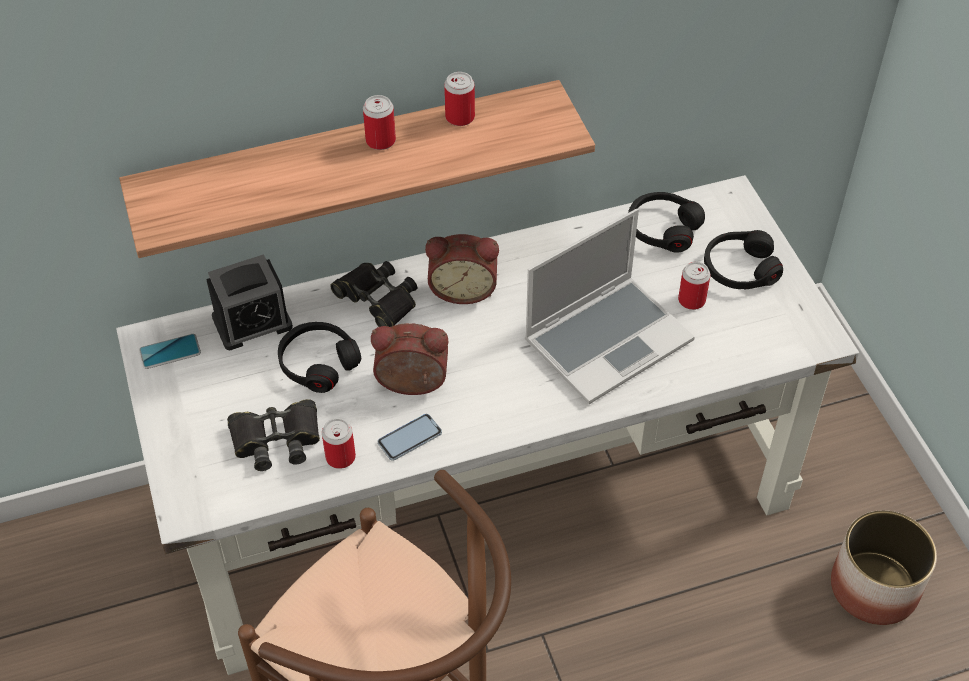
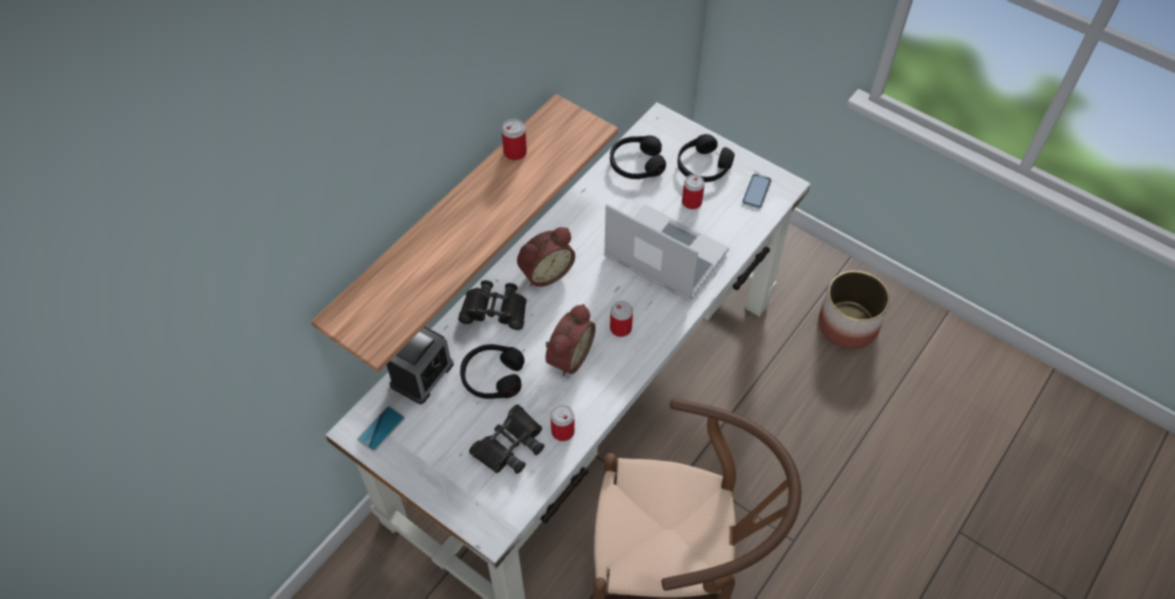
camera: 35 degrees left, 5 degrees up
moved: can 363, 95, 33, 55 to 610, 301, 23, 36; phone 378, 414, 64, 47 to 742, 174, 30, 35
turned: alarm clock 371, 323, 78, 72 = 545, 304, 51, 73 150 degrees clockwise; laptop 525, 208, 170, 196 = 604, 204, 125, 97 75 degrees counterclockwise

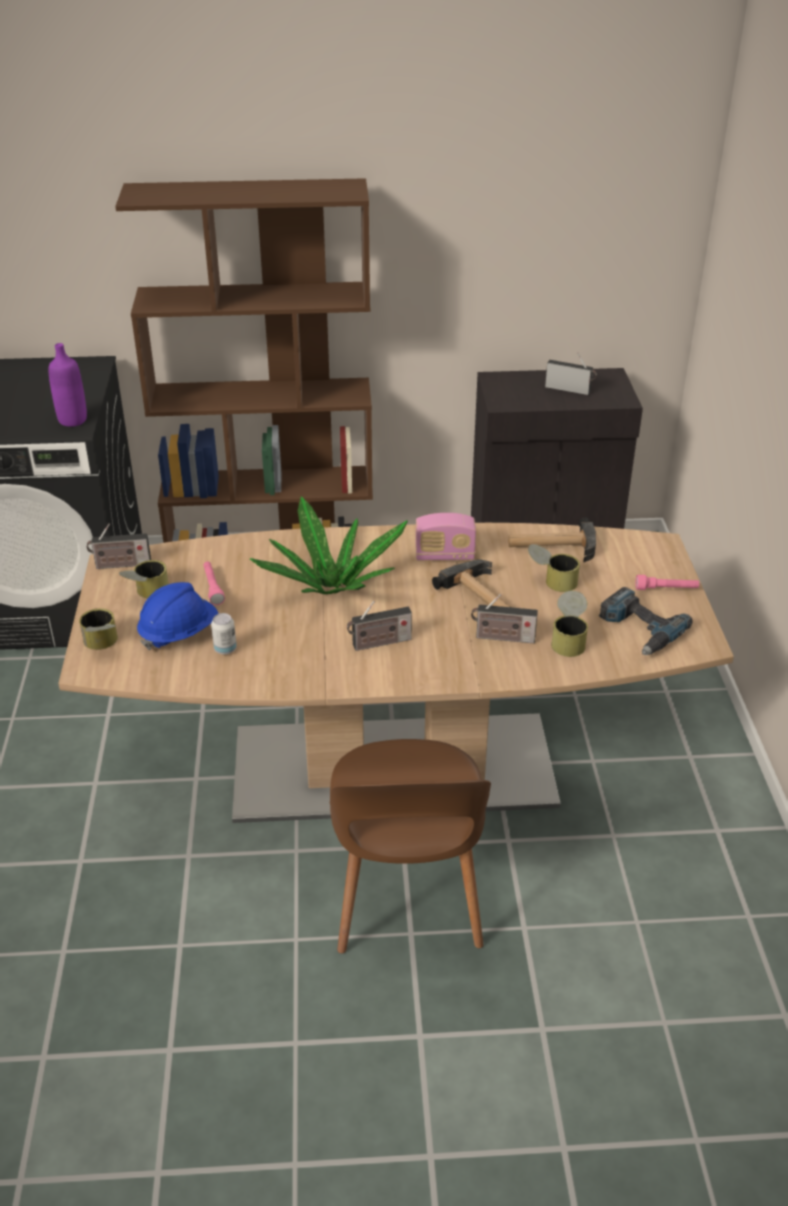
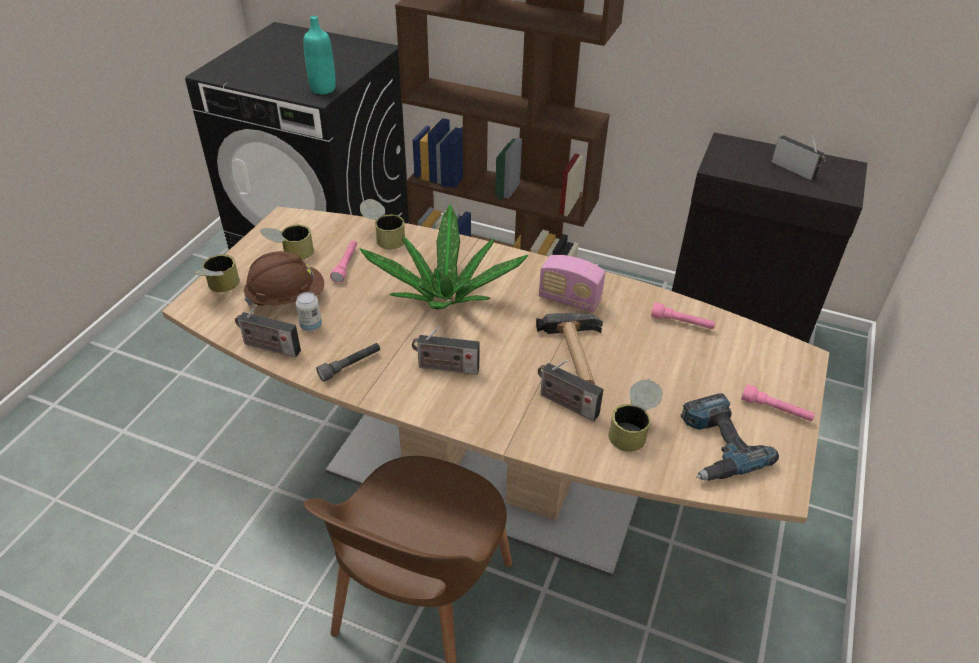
camera: 25 degrees right, 5 degrees up
added: flashlight/grey 316, 343, 64, 39
moved: radio 87, 524, 64, 45 to 235, 305, 66, 52; can 528, 544, 52, 48 to 360, 199, 45, 50
replaced: hammer 508, 517, 88, 45 to flashlight/pink 651, 302, 64, 27
recoloured: bottle/purple 48, 343, 39, 84 to bottle/turquoise 303, 16, 33, 78; hard hat/blue 137, 582, 81, 68 to hard hat/brown 244, 251, 80, 55

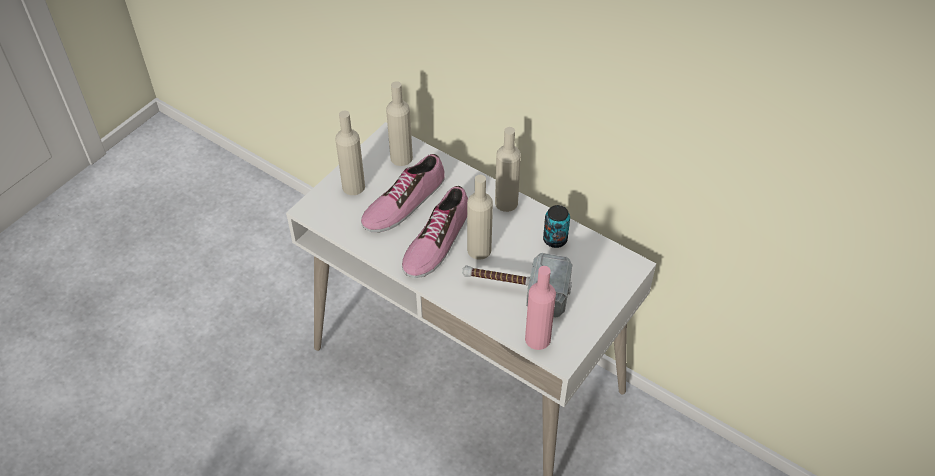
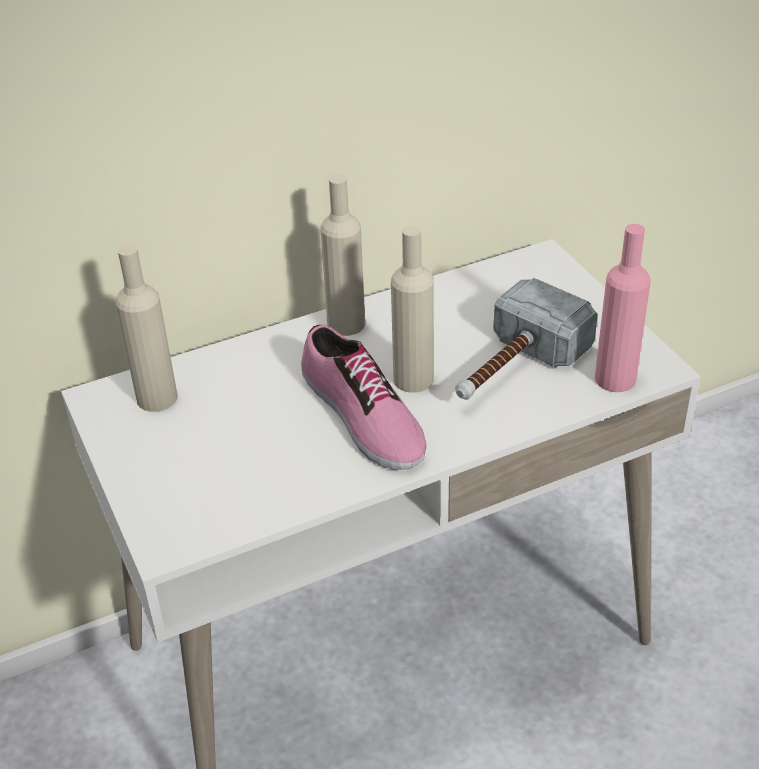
camera: 60 degrees left, 10 degrees down
removed: bottle/beige 335, 111, 30, 84; shoe 361, 154, 84, 78; can 543, 205, 27, 43

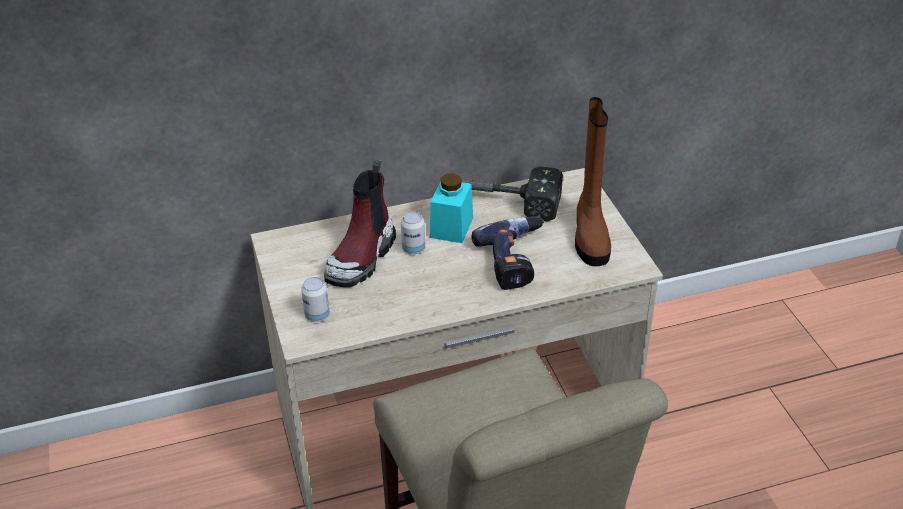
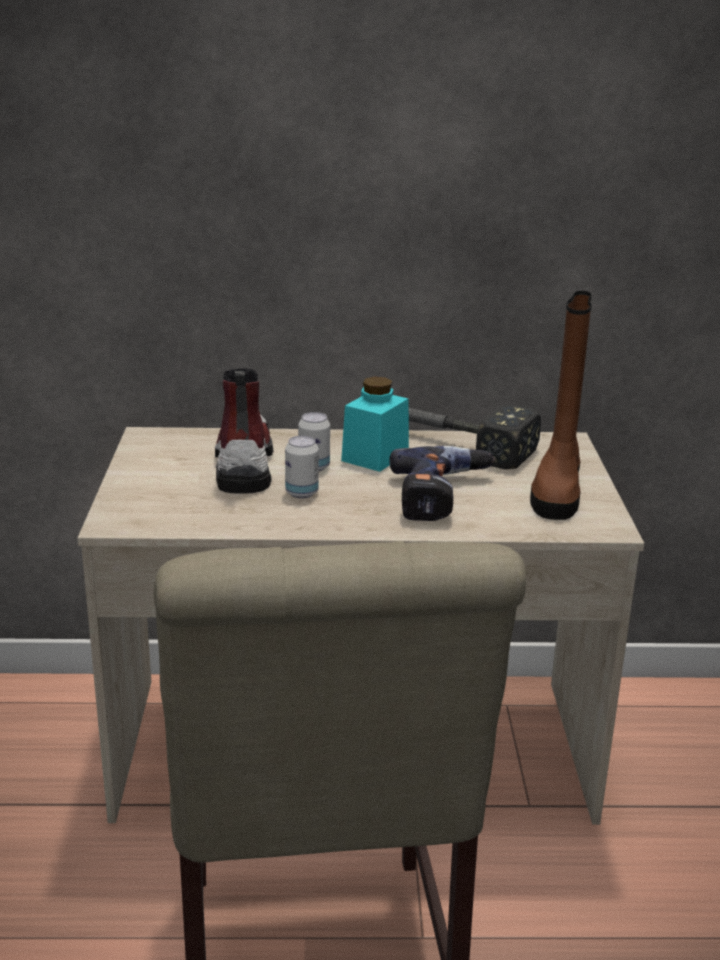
camera: 15 degrees right, 15 degrees down
moved: can 301, 277, 29, 45 to 285, 436, 34, 63
turned: boot 324, 159, 72, 128 = 215, 369, 59, 125 135 degrees clockwise

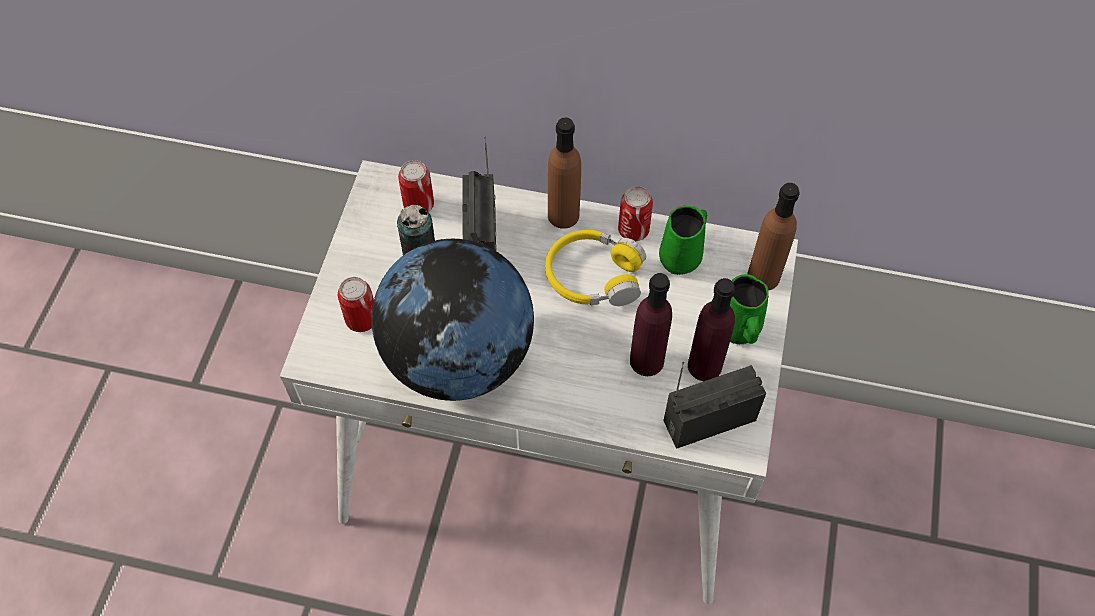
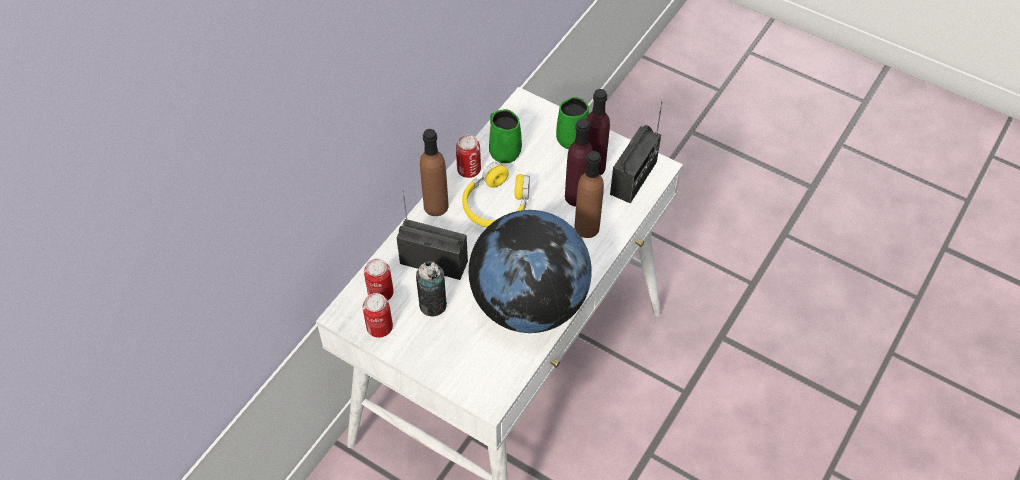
camera: 70 degrees left, 5 degrees down
moved: can 338, 277, 36, 55 to 363, 293, 30, 45; bottle/brown 747, 183, 53, 107 to 574, 151, 30, 87
turned: radio 663, 362, 103, 87 = 610, 102, 52, 101 150 degrees counterclockwise

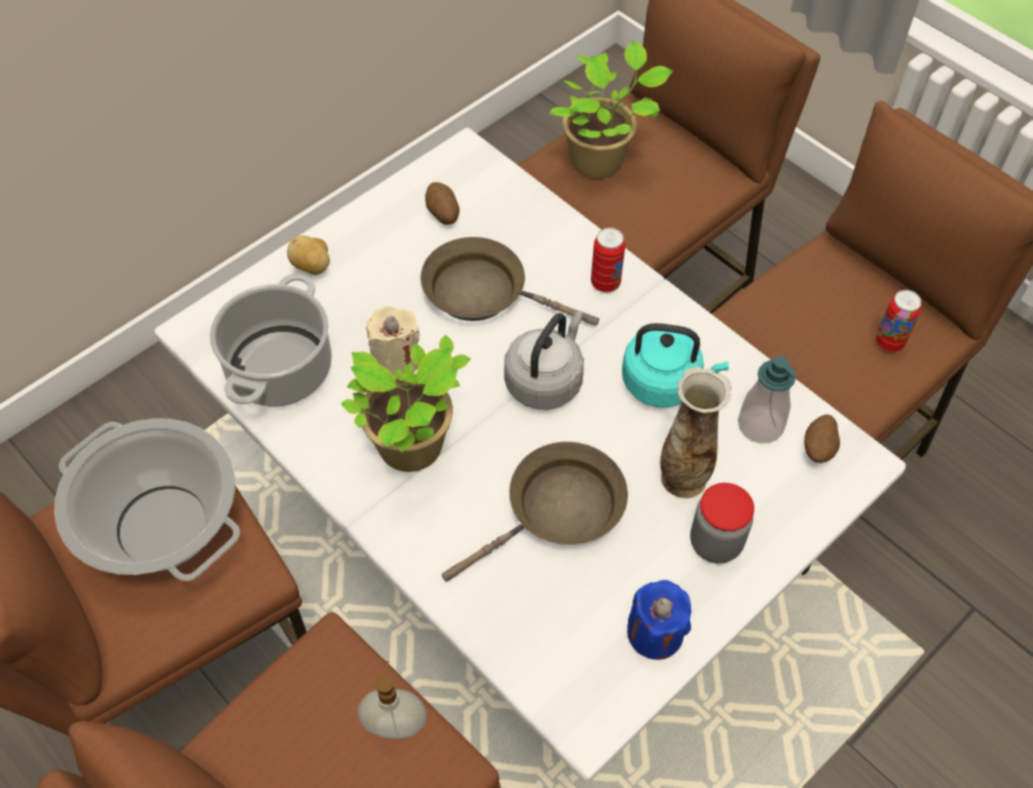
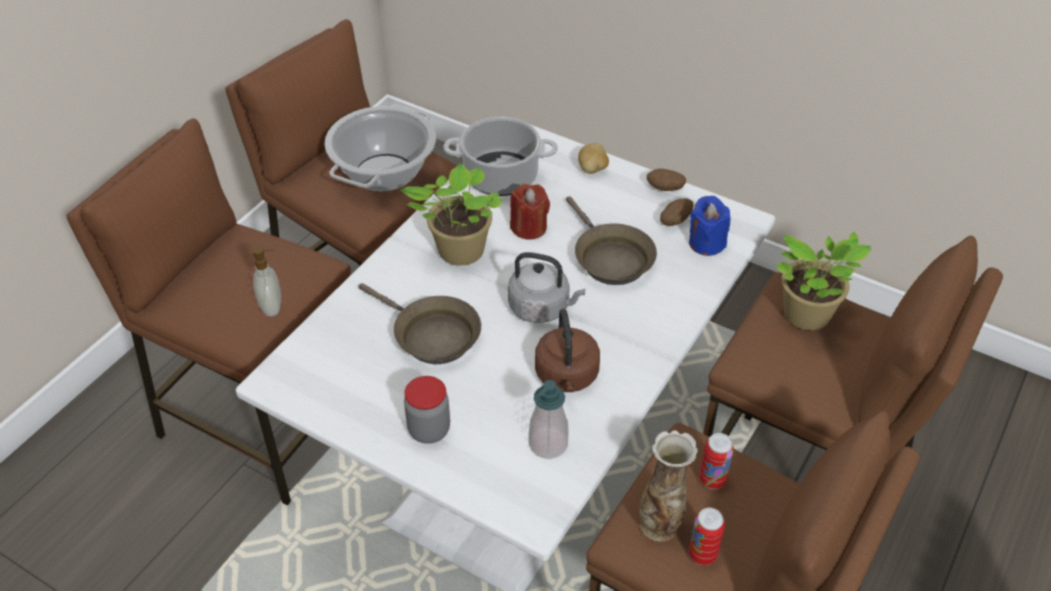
camera: 75 degrees right, 10 degrees down
moved: can 591, 227, 34, 65 to 699, 433, 35, 56; candle/blue 627, 580, 64, 80 to 689, 196, 42, 60; vase 660, 367, 71, 131 to 639, 430, 59, 112; potato 804, 414, 36, 49 to 647, 169, 39, 22
recoloured: candle/beige 366, 306, 54, 69 to candle/red 510, 184, 40, 55; kettle/turquoise 622, 323, 107, 84 to kettle/brown 535, 309, 65, 83
turned: frying pan/brown 420, 237, 179, 89 = 566, 196, 91, 89 150 degrees clockwise

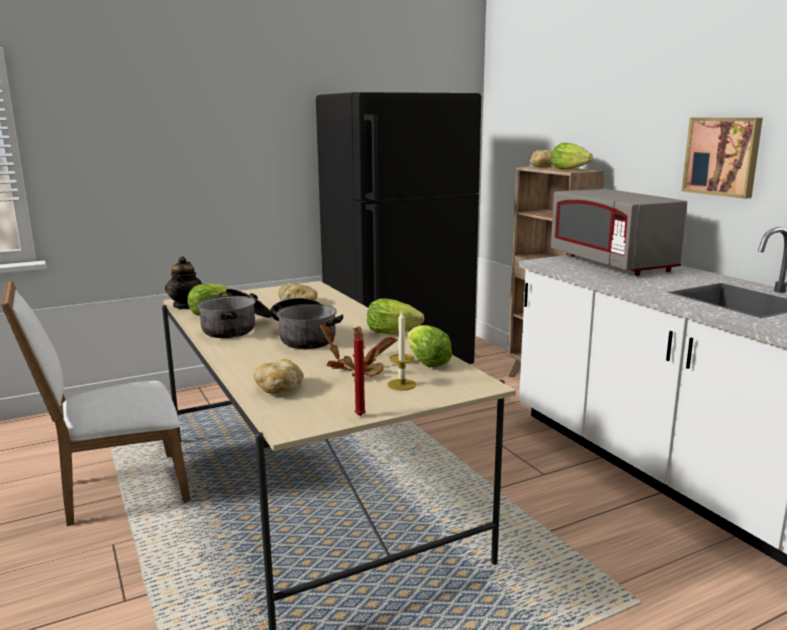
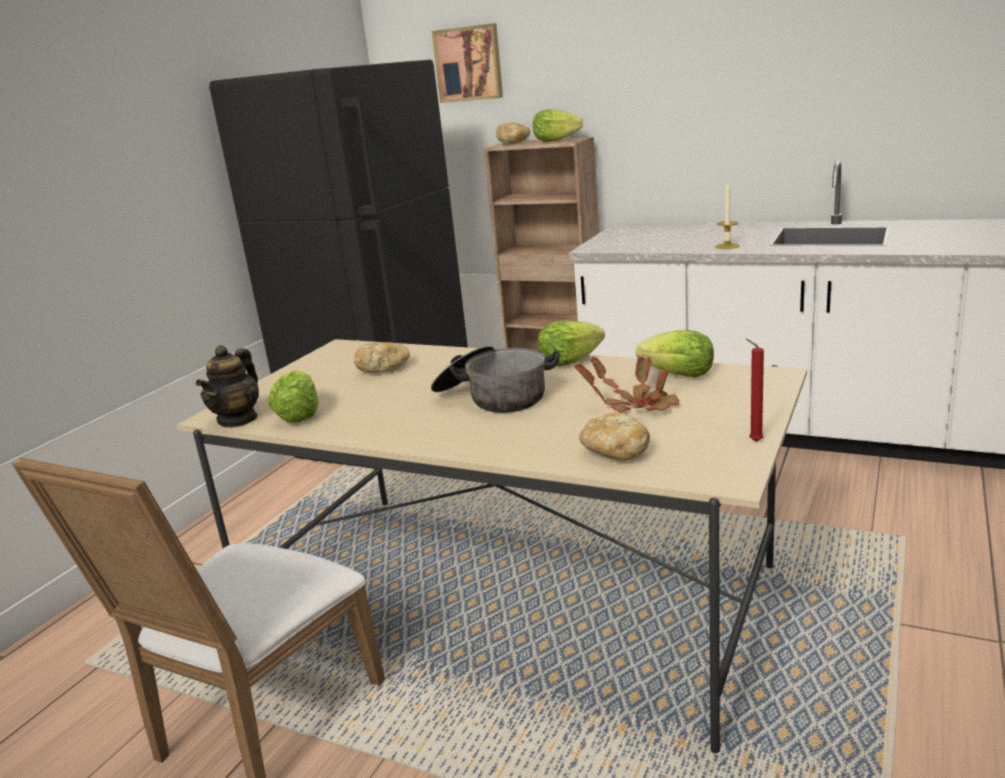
camera: 35 degrees left, 5 degrees up
removed: cooking pot 197, 288, 75, 50; microwave/grey 551, 189, 136, 87
moved: candle 387, 310, 29, 80 to 715, 182, 25, 67; picture 682, 118, 81, 81 to 432, 23, 71, 80
turned: teapot 165, 256, 38, 53 = 196, 345, 63, 82 60 degrees clockwise

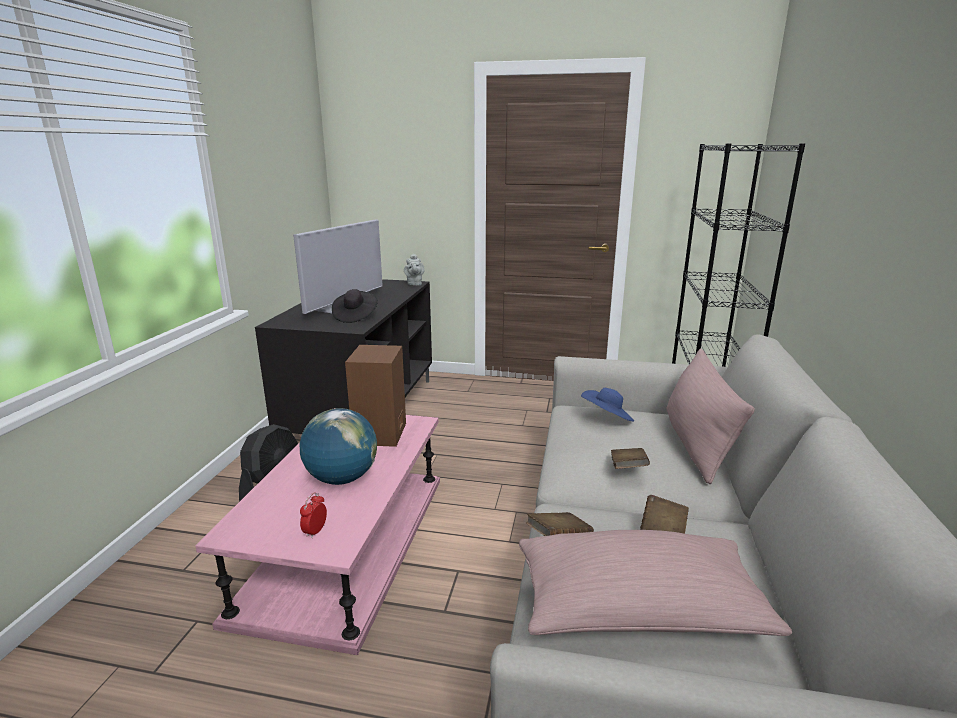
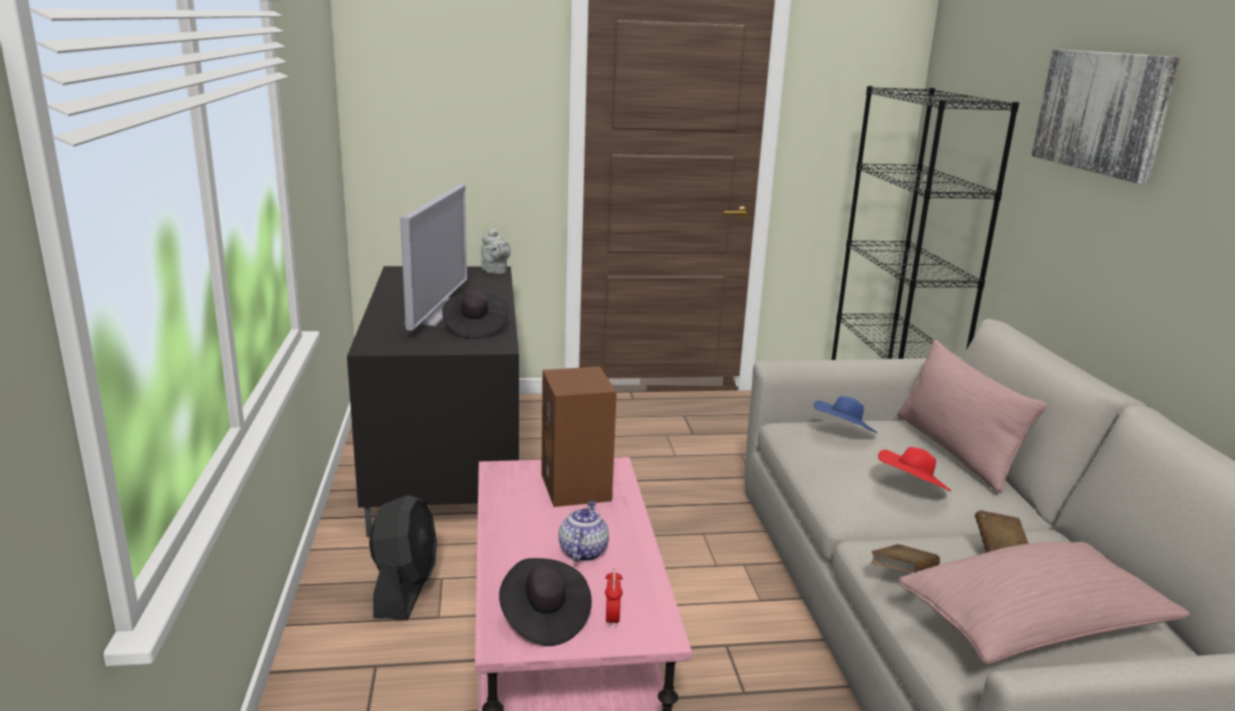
camera: 20 degrees left, 0 degrees up
added: hat/black 499, 558, 93, 88; picture 1032, 49, 148, 135
replaced: globe 300, 408, 77, 77 to teapot 558, 500, 51, 61; book/brown 611, 448, 39, 21 to hat/red 878, 447, 74, 44

